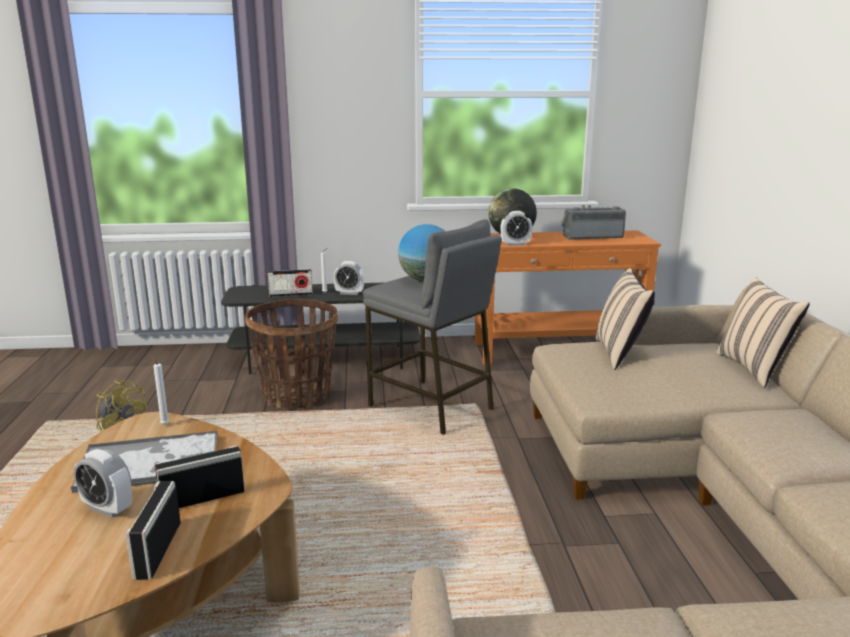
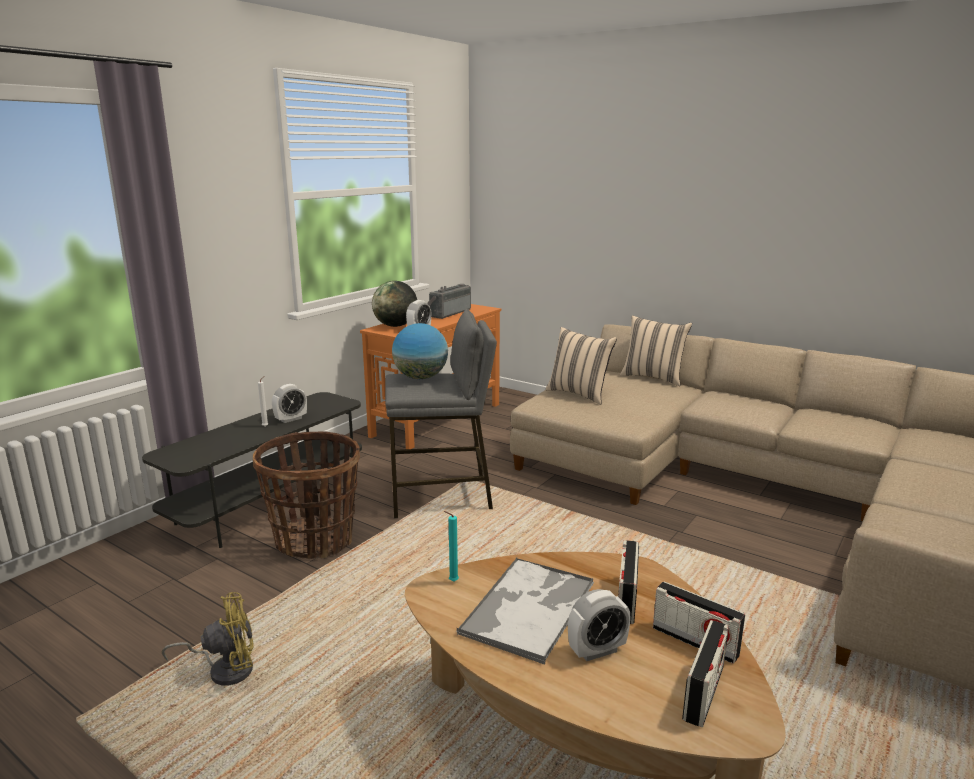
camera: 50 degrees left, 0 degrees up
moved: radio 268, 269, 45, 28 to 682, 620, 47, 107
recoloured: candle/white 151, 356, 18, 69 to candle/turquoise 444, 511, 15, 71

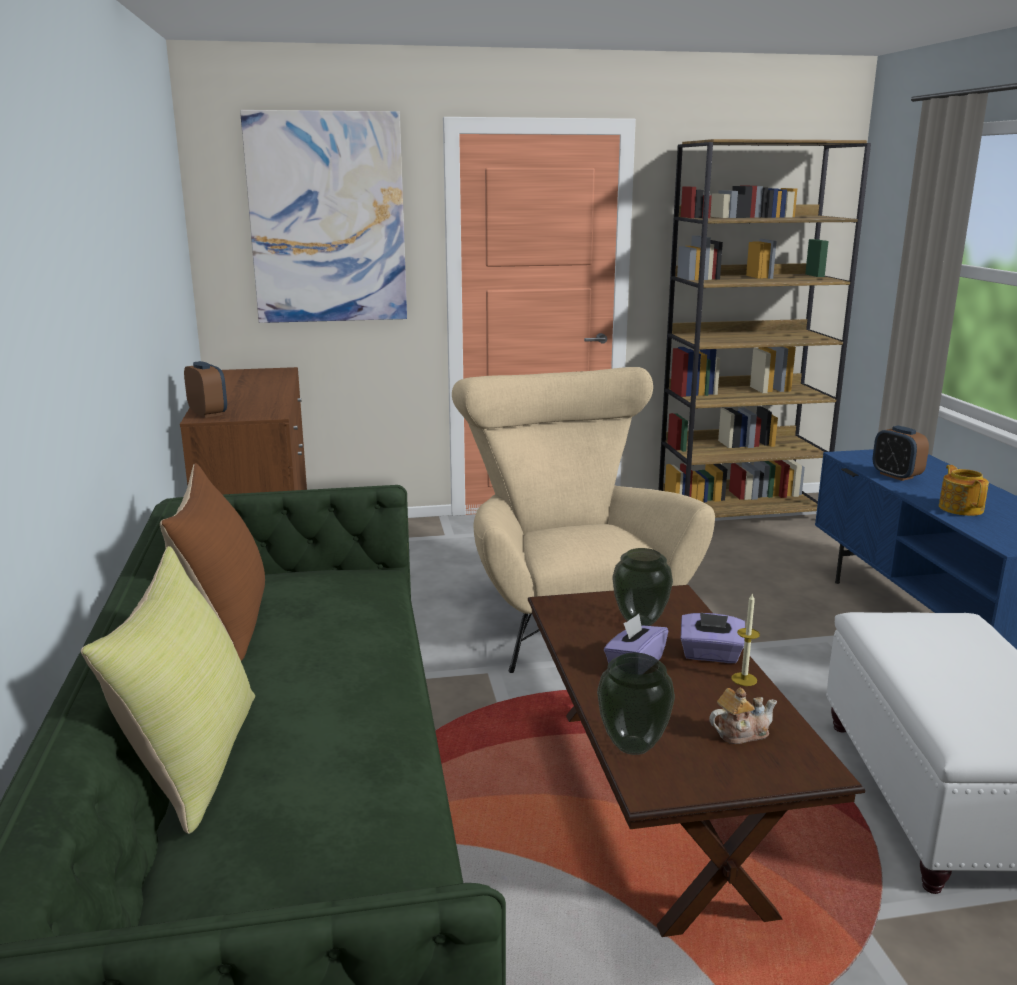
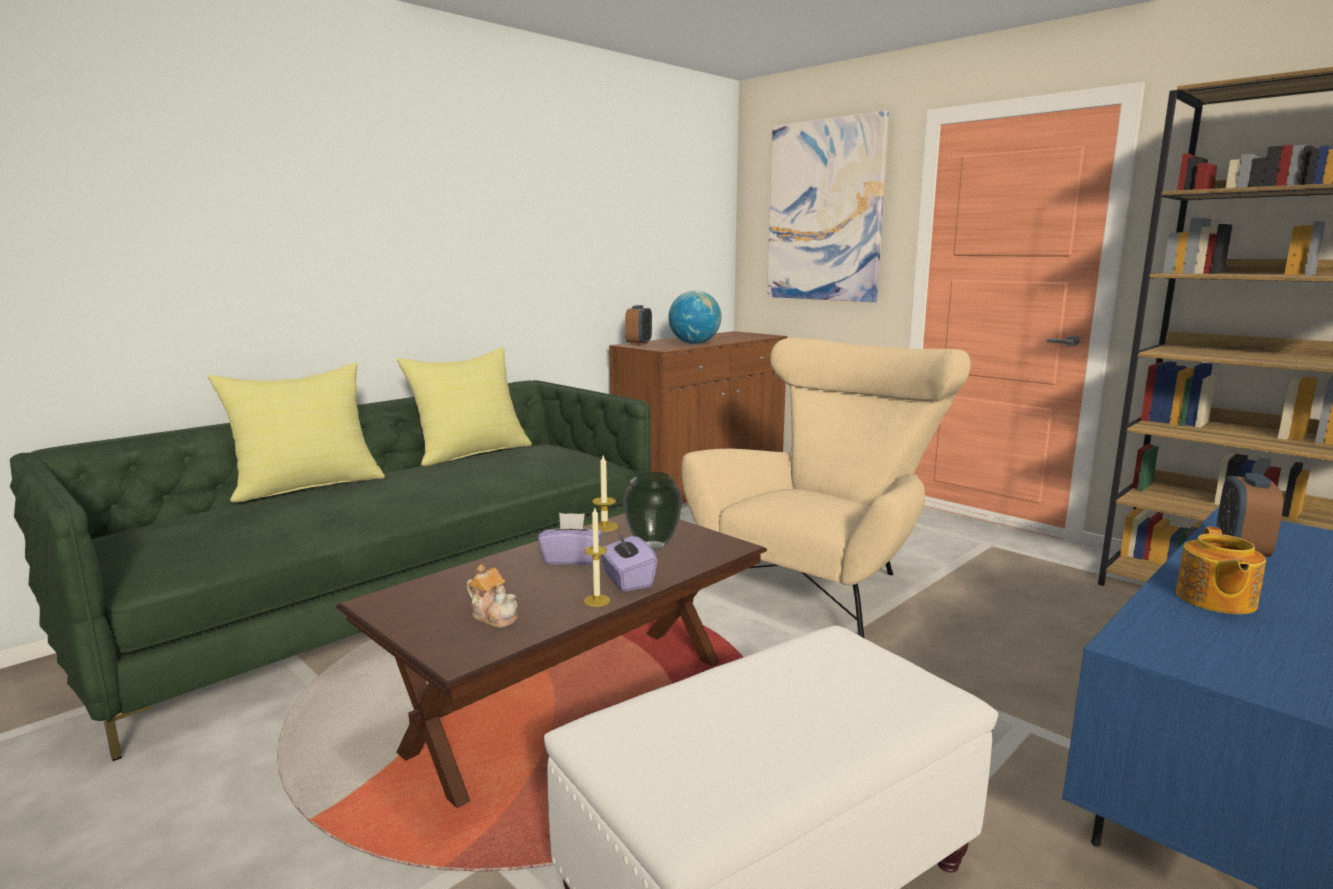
camera: 55 degrees right, 5 degrees down
removed: vase 597, 653, 78, 102
added: candle 591, 456, 27, 76; globe 668, 290, 53, 54
recoloured: pillow/brown 160, 463, 105, 198 to pillow/yellow 397, 347, 135, 119
turned: teapot 939, 465, 50, 51 = 1176, 526, 90, 88 150 degrees clockwise

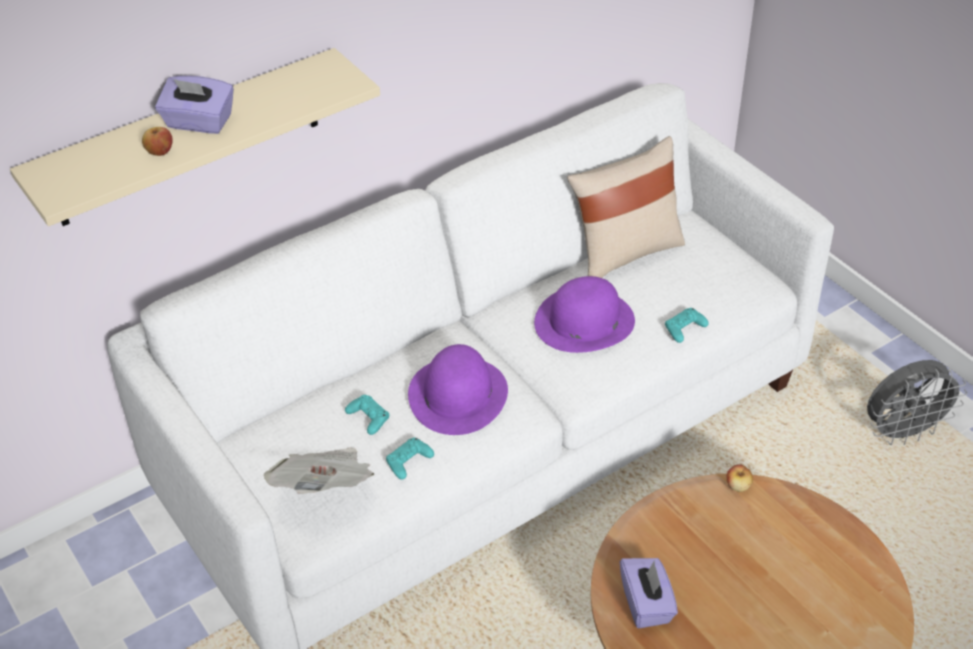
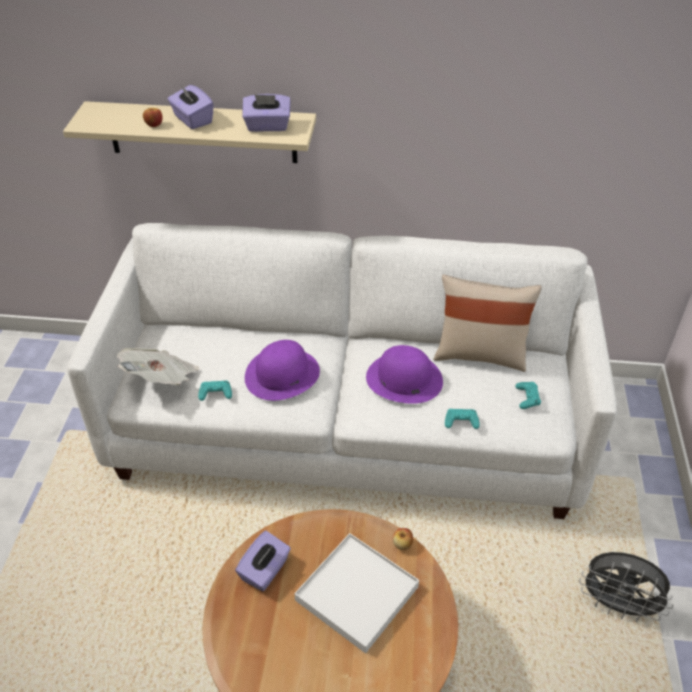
camera: 40 degrees right, 0 degrees up
added: tissue box/purple 242, 94, 49, 38; tray/white 294, 533, 125, 120
moved: game controller/turquoise 345, 395, 44, 40 to 515, 382, 26, 27

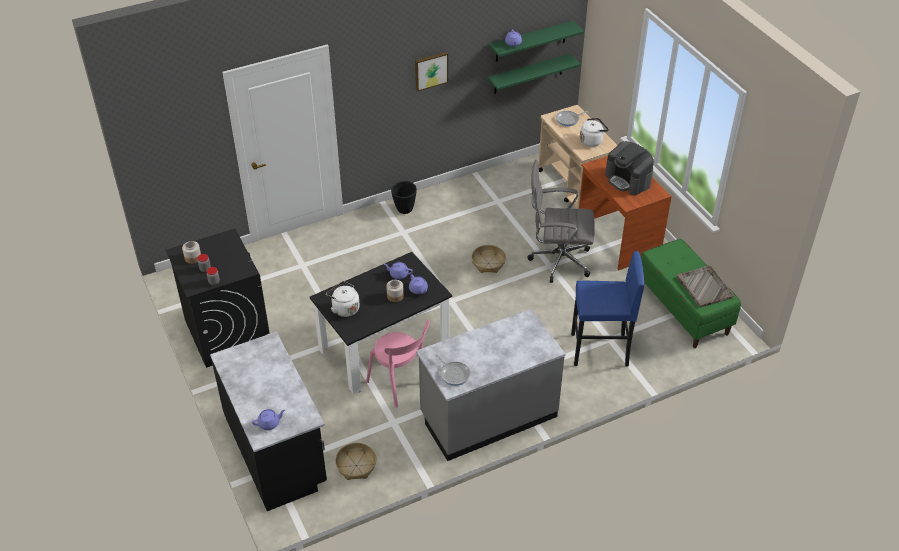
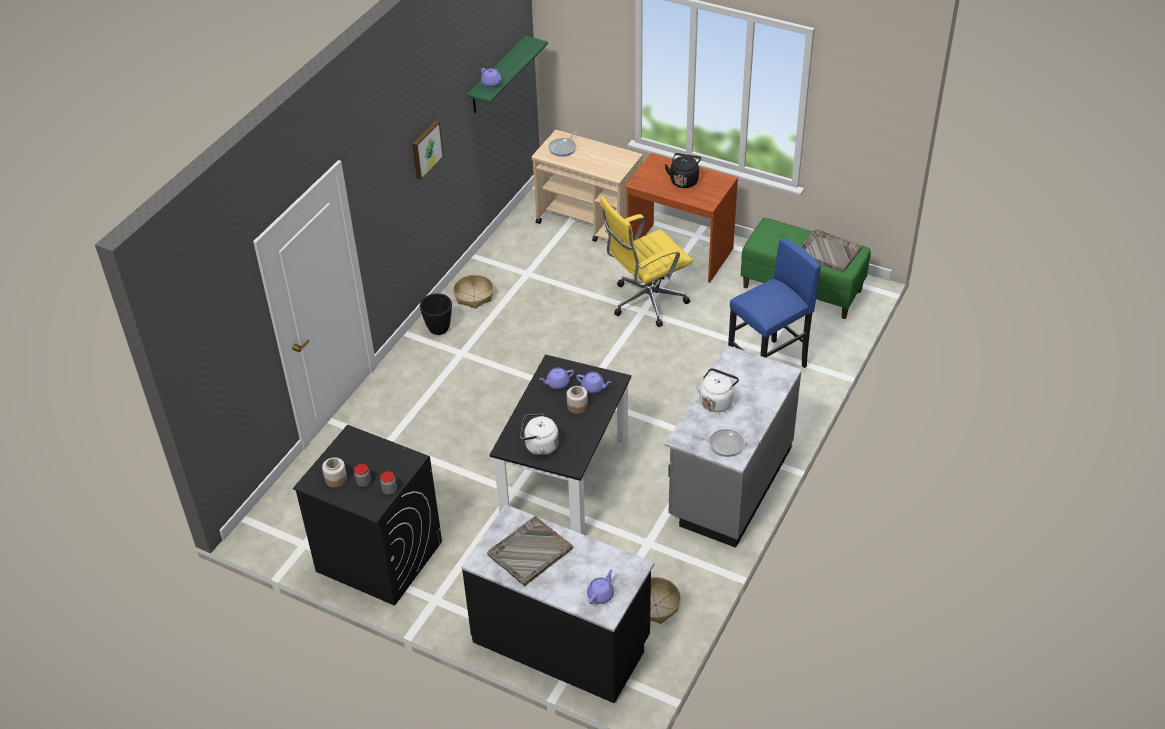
camera: 35 degrees left, 0 degrees up
removed: chair/pink 366, 319, 63, 89; shelf/green 487, 54, 94, 40
added: tray/grey 487, 516, 86, 70
moved: basket 471, 245, 35, 28 to 453, 275, 41, 34; kettle/white 580, 118, 29, 29 to 695, 368, 44, 44
replaced: coffee machine 605, 141, 49, 54 to kettle/black 665, 153, 36, 35
recoloured: office chair/grey 527, 160, 68, 123 to office chair/yellow 600, 197, 93, 130

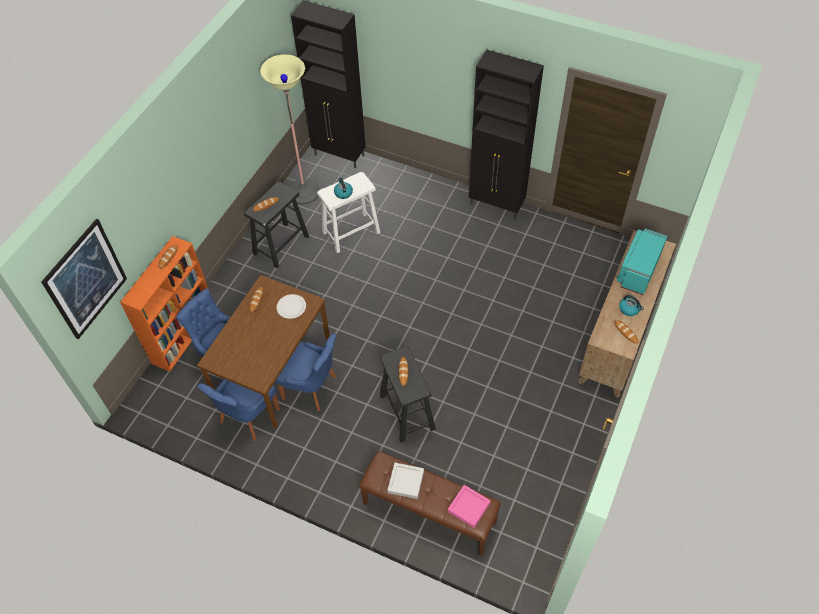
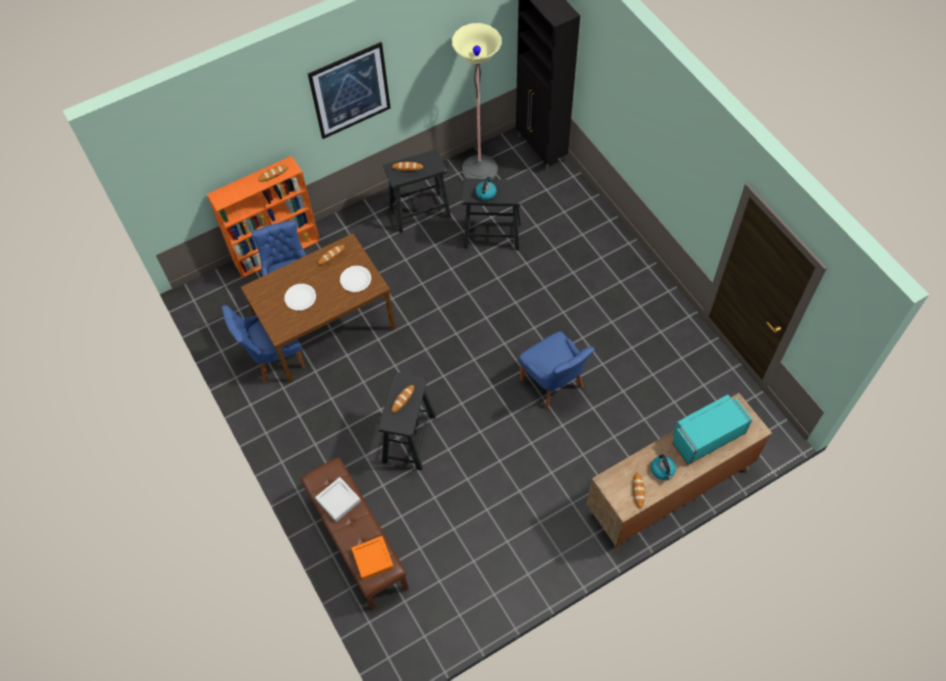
camera: 35 degrees right, 5 degrees up
removed: cabinet/black 469, 50, 75, 170
added: plate/white 284, 284, 32, 27
moved: picture 41, 219, 86, 120 to 308, 42, 83, 97; chair/blue 275, 334, 62, 77 to 519, 331, 76, 79
recoloured: stool/white 317, 172, 64, 81 to stool/black 462, 178, 59, 72; tray/pink 448, 485, 42, 43 to tray/orange 351, 536, 43, 44

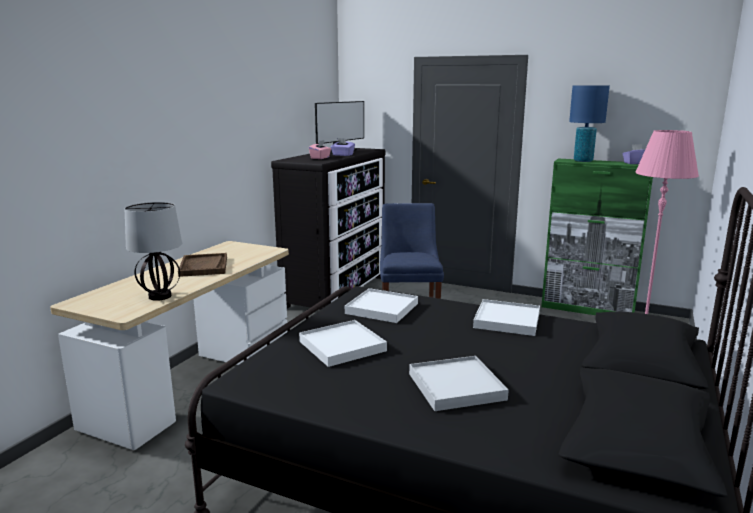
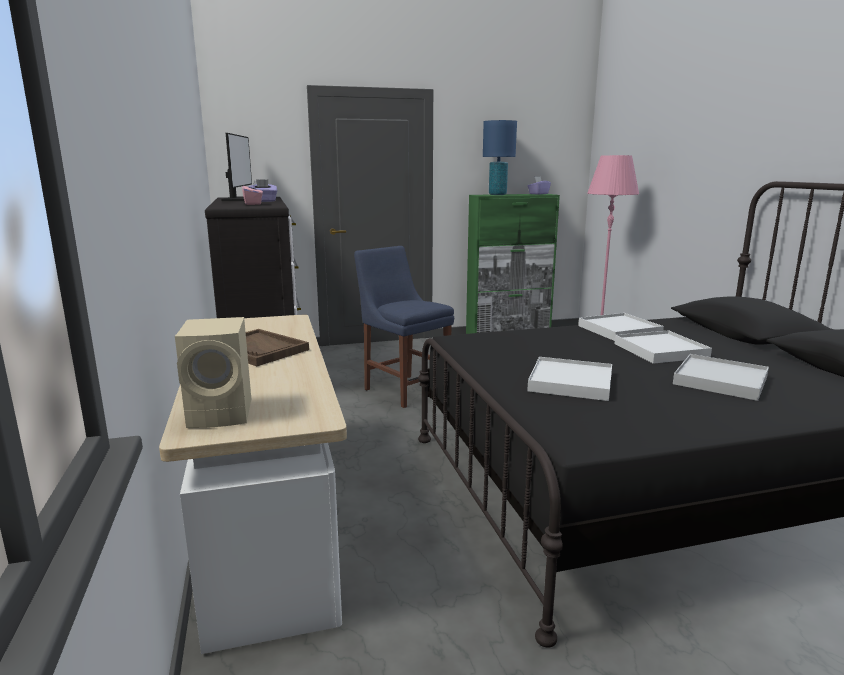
camera: 40 degrees left, 0 degrees up
removed: table lamp 125, 202, 57, 99
added: speaker/beige 175, 317, 76, 111
moved: tray/white 345, 288, 73, 35 to 615, 330, 97, 34

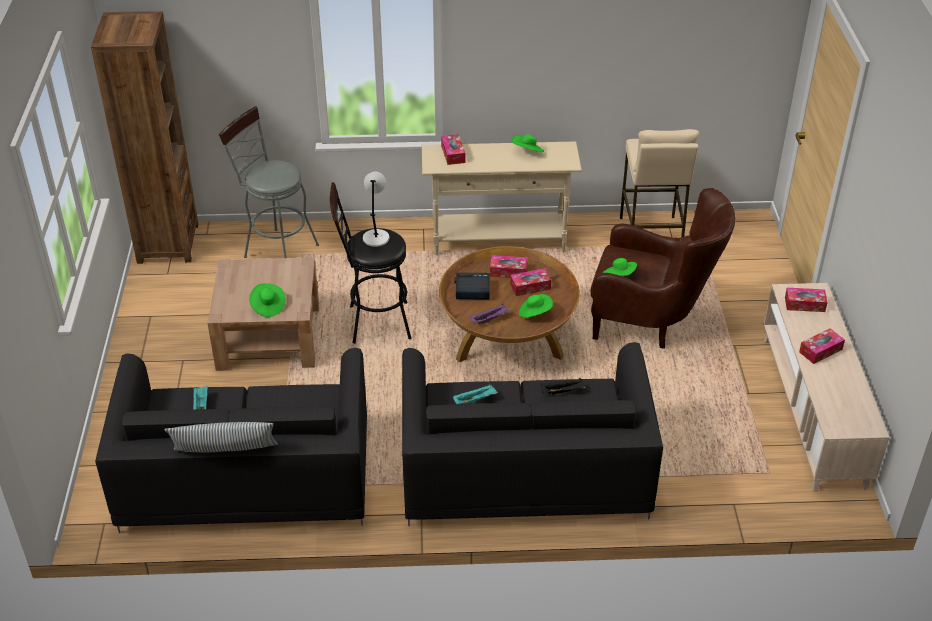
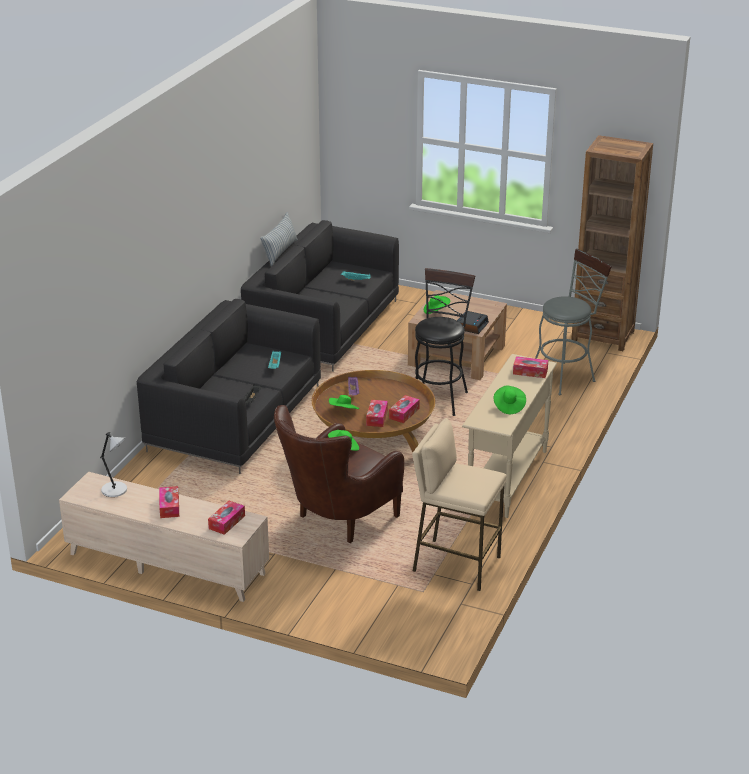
camera: 115 degrees right, 10 degrees down
moved: table lamp/grey 363, 171, 27, 76 to 100, 432, 27, 65; alarm clock 455, 273, 35, 26 to 457, 311, 32, 23

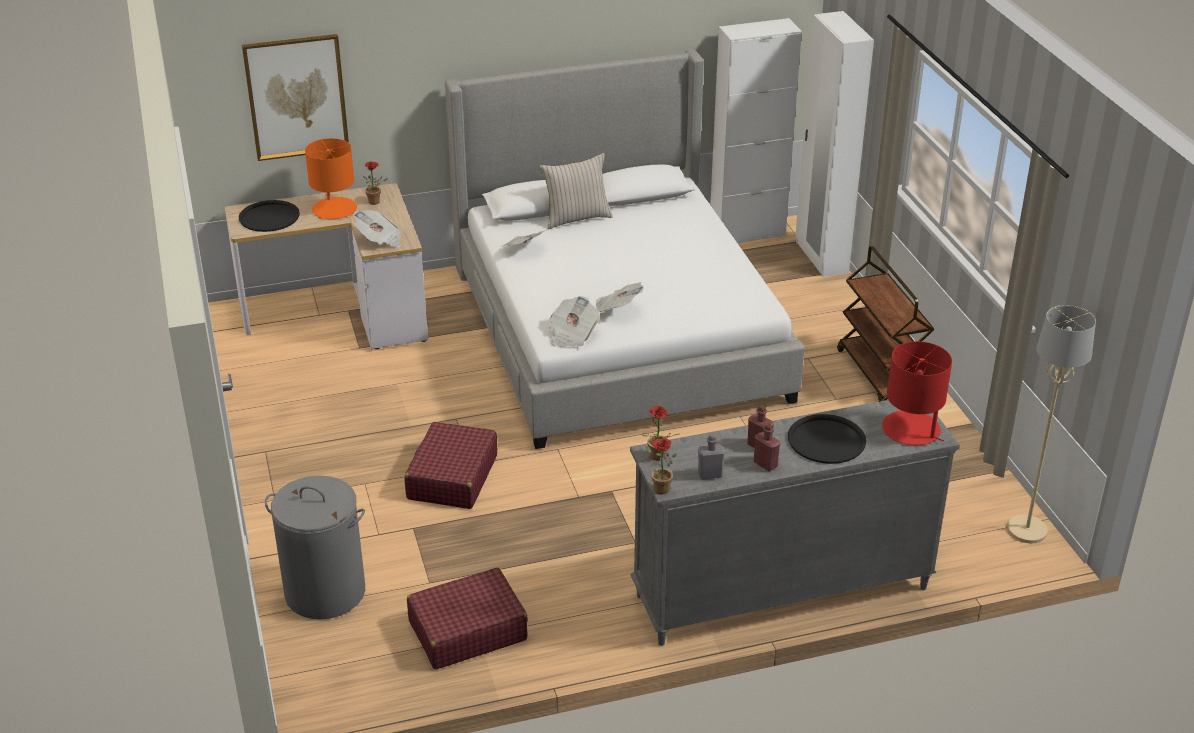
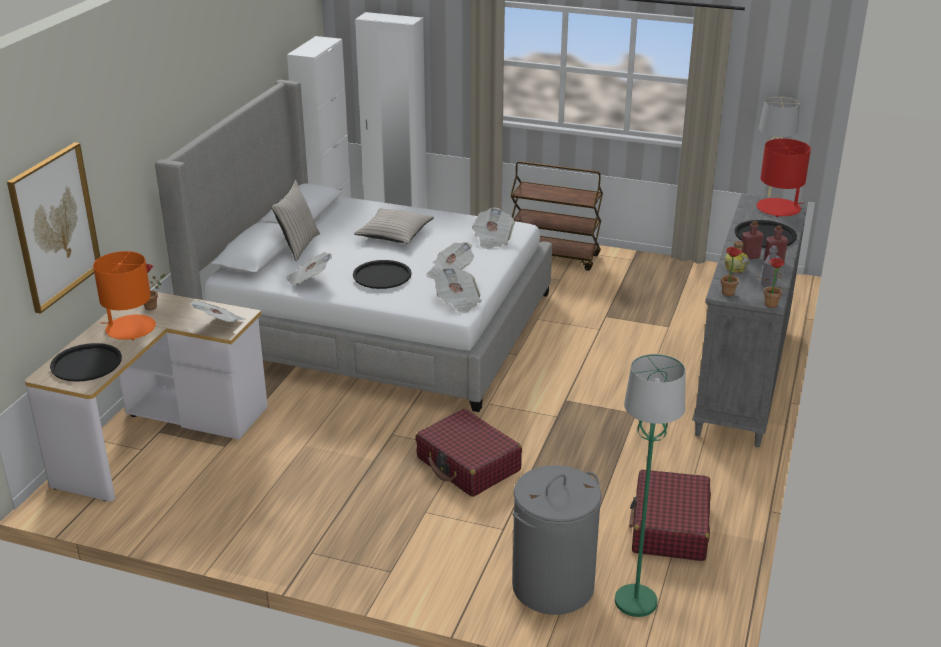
camera: 55 degrees left, 5 degrees down
added: tray/black 353, 260, 59, 29; pillow/beige 354, 209, 80, 34; newspaper 472, 208, 43, 41; floor lamp/green 615, 354, 71, 263; bottle 725, 241, 24, 31

